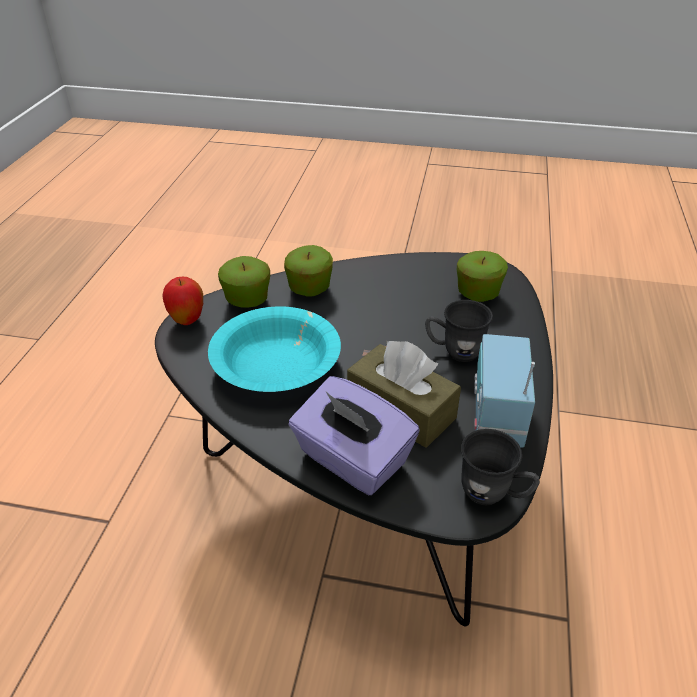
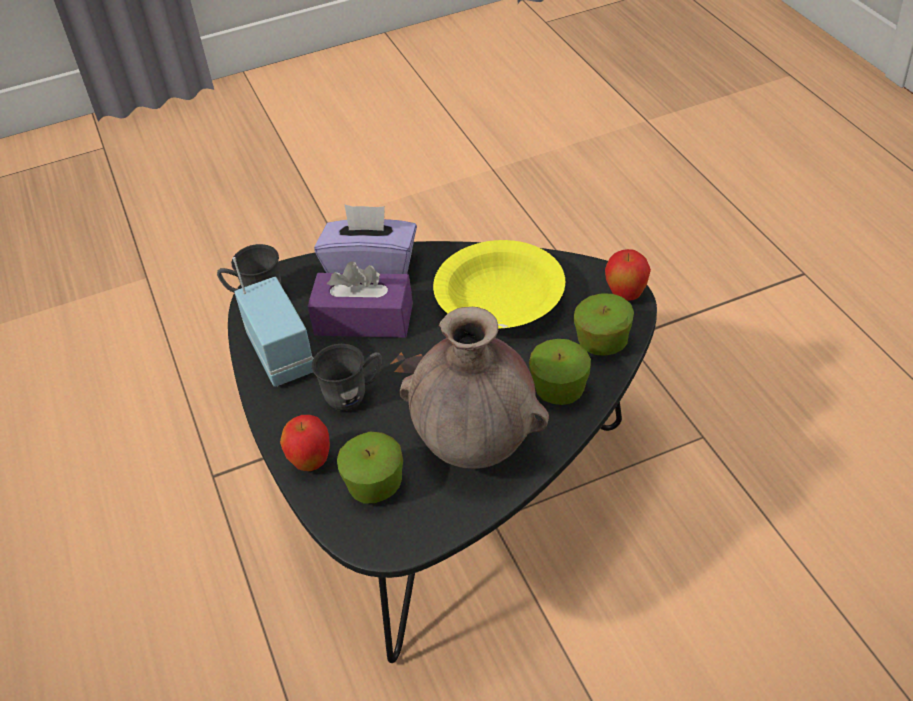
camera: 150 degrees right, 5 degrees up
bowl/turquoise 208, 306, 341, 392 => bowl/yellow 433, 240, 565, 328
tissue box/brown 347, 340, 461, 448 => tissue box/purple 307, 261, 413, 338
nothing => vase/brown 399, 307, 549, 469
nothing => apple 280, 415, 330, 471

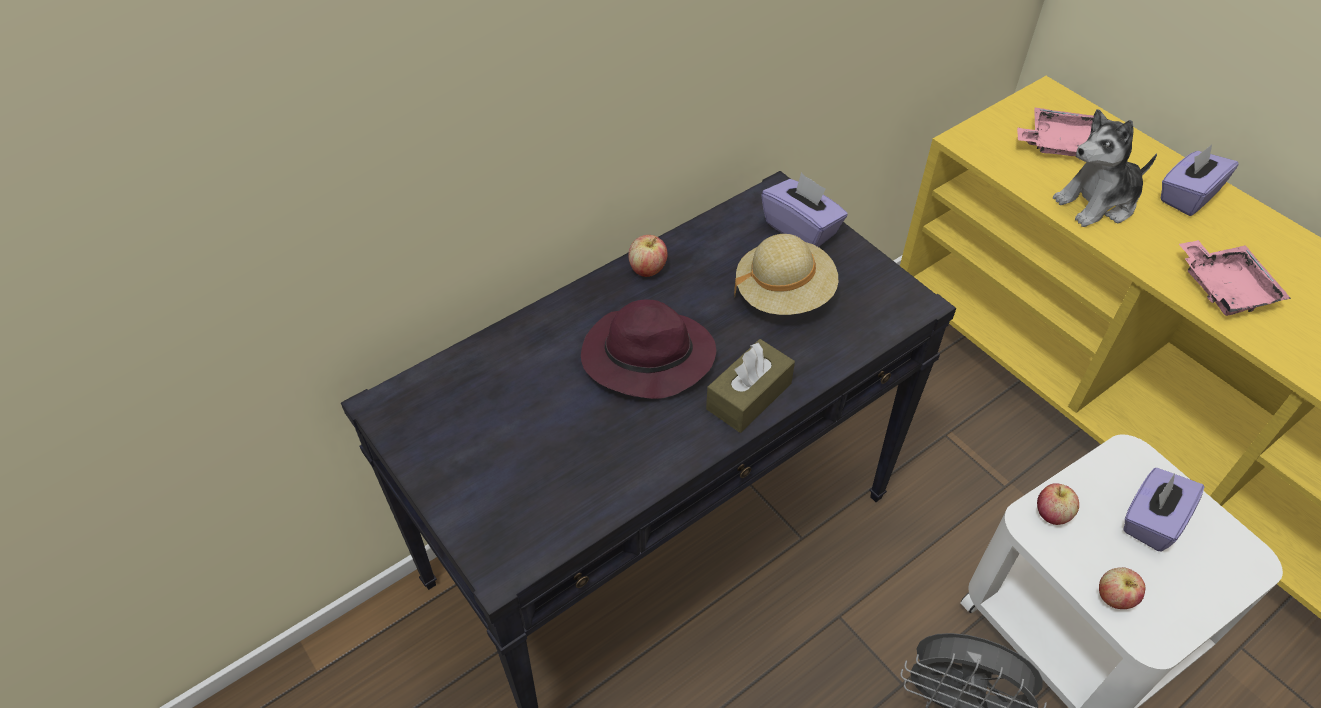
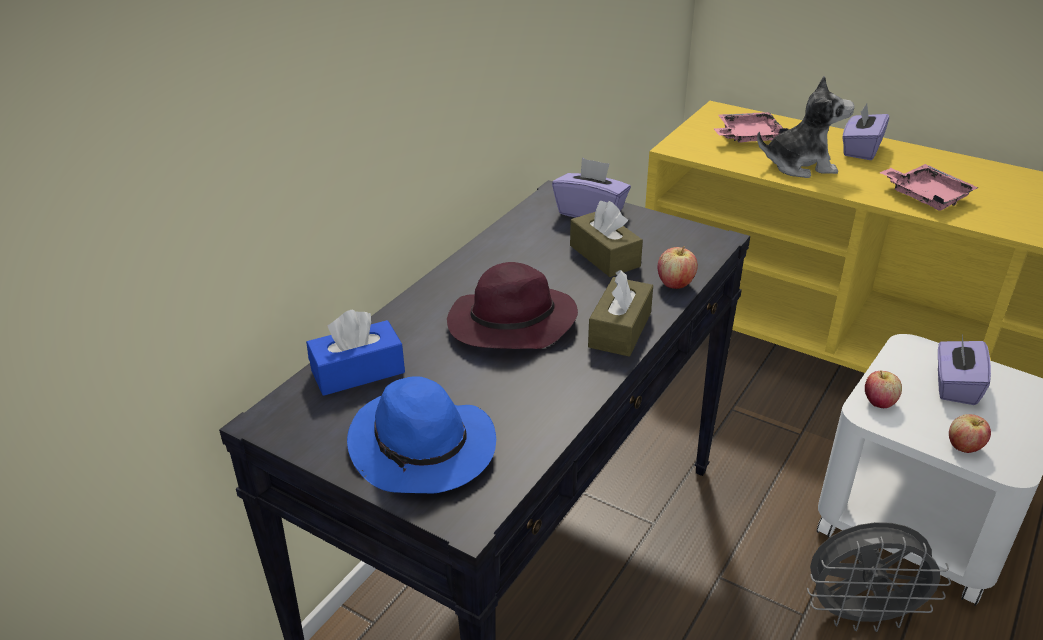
camera: 20 degrees left, 15 degrees down
plush toy 1053, 109, 1157, 227 => plush toy 757, 76, 855, 178, 135 degrees counterclockwise
hat/beige 734, 234, 838, 315 => tissue box/brown 570, 201, 643, 277
apple 629, 235, 668, 277 => apple 657, 246, 698, 289, moved
nothing => tissue box/blue 306, 310, 405, 396
nothing => hat/blue 347, 377, 496, 494

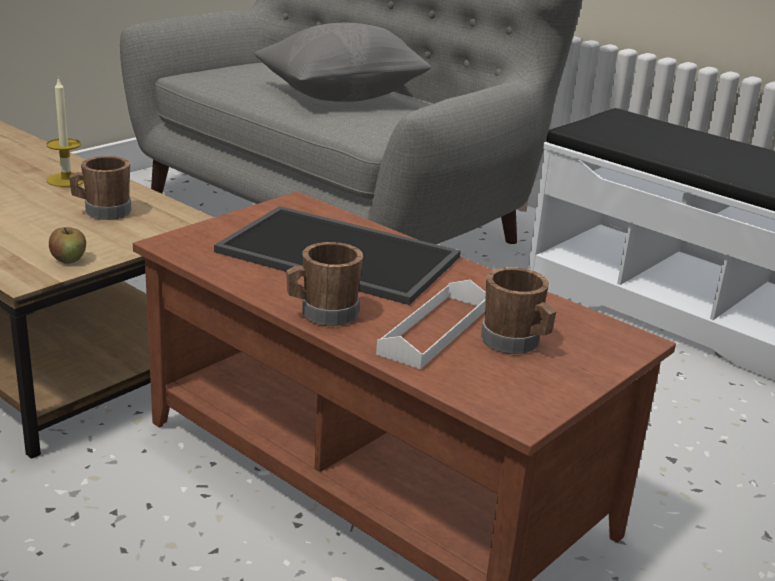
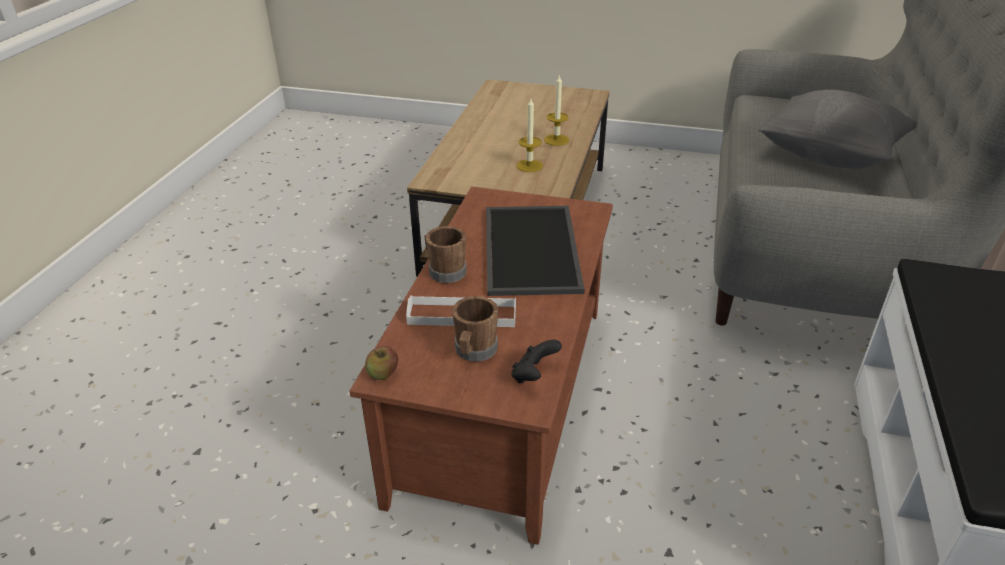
camera: 65 degrees right, 10 degrees up
mug/brown 69, 156, 131, 220 => candle 516, 99, 543, 172
apple 49, 227, 86, 264 => apple 365, 346, 398, 380, moved
nothing => game controller/black 511, 339, 562, 383

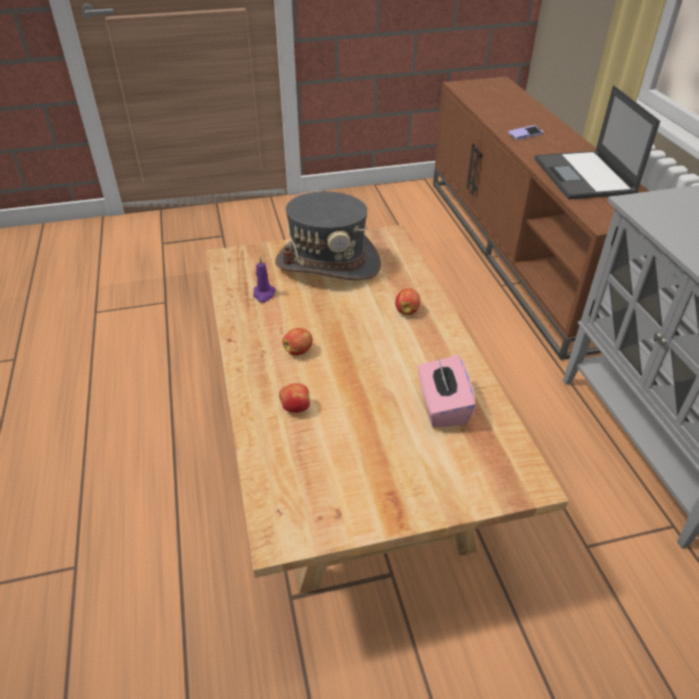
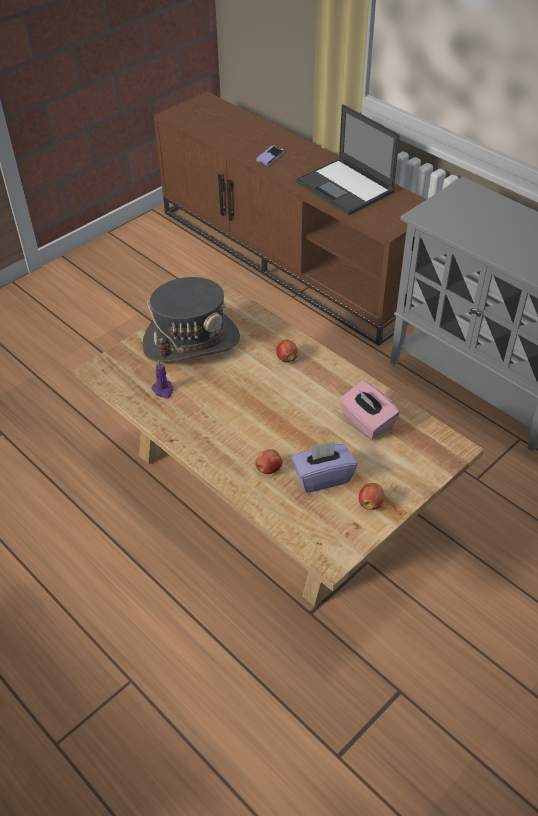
camera: 30 degrees left, 5 degrees up
apple 282, 328, 313, 355 => apple 359, 483, 384, 510, moved
nothing => tissue box/purple 291, 441, 357, 493

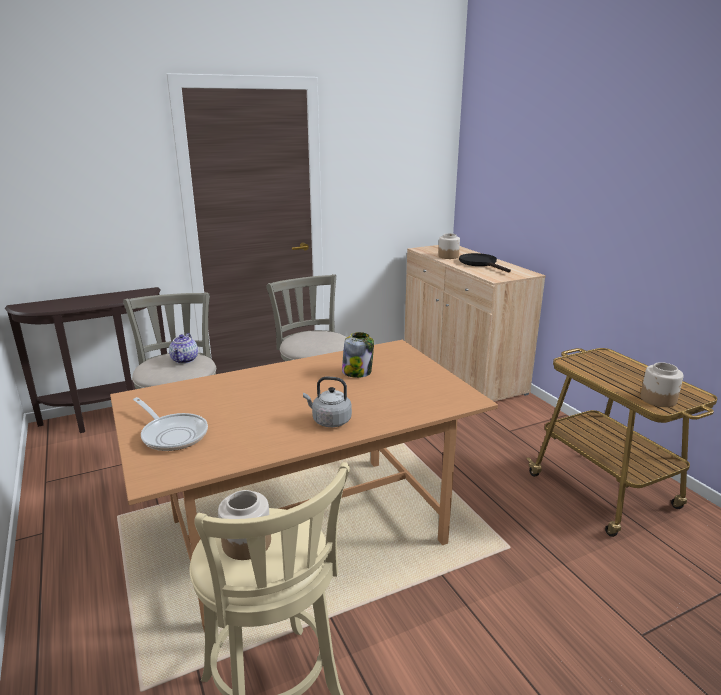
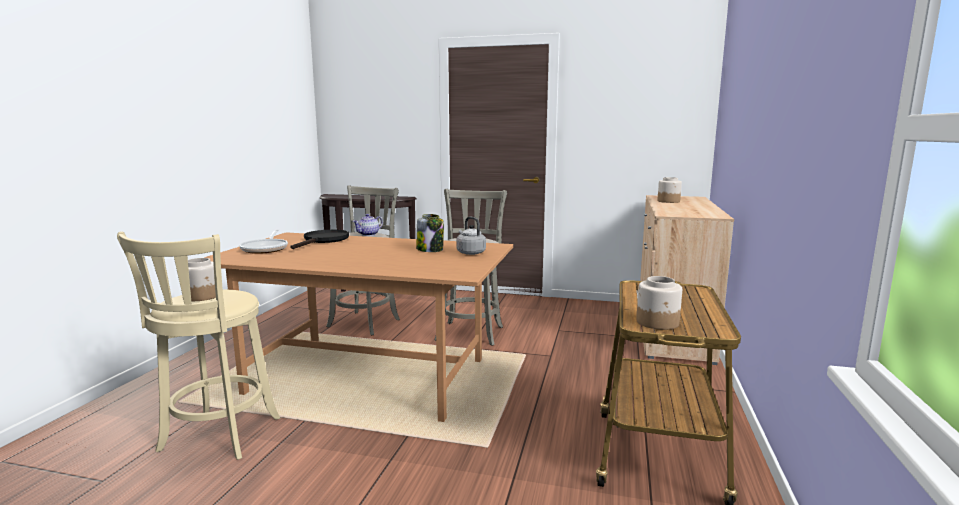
camera: 40 degrees right, 10 degrees down
frying pan/black 459, 253, 511, 273 => frying pan/black 290, 230, 349, 249, moved
kettle/grey 303, 377, 352, 427 => kettle/grey 456, 217, 486, 255, moved

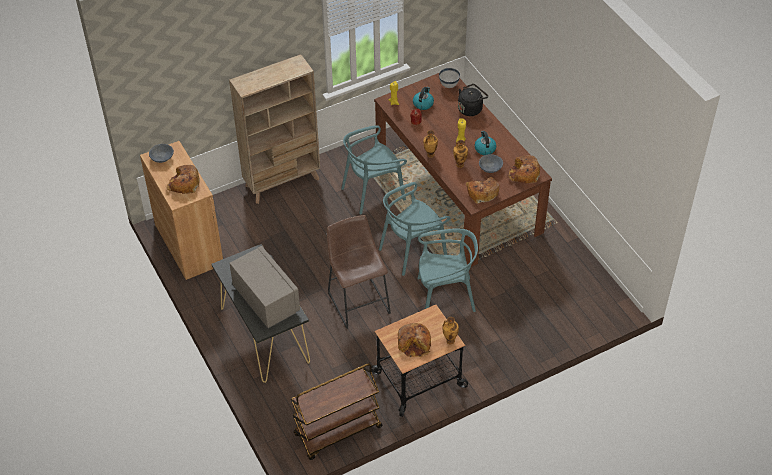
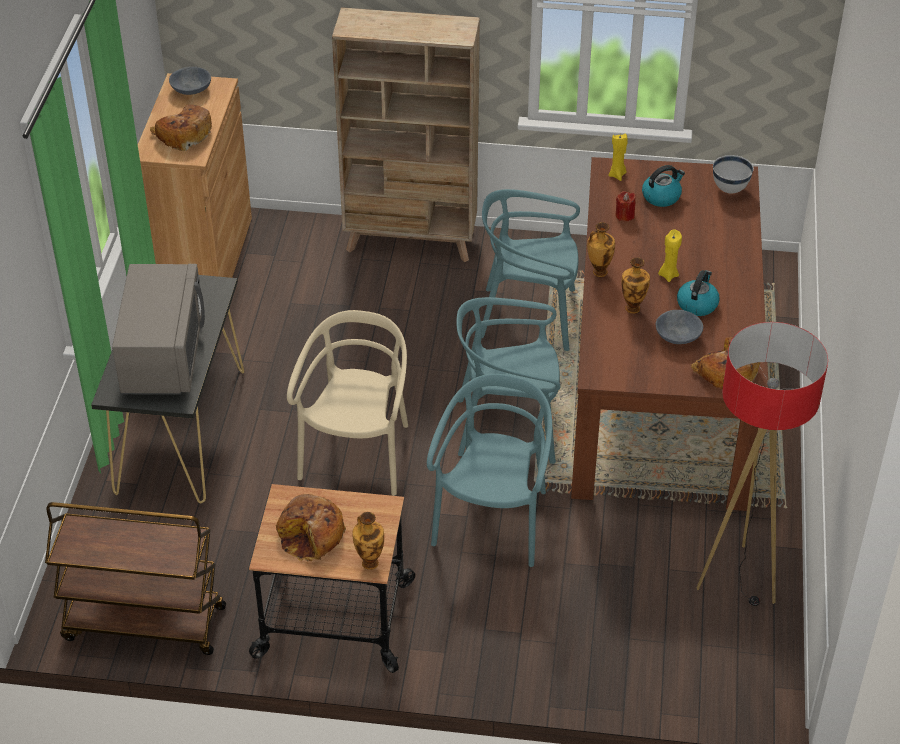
camera: 35 degrees right, 5 degrees down
kettle/black 458, 84, 488, 116 => nothing
bread 466, 177, 499, 204 => nothing
stool/brown 327, 215, 391, 329 => chair/beige 287, 310, 408, 496
chair/turquoise 417, 228, 478, 312 => chair/turquoise 427, 374, 552, 567, 105 degrees counterclockwise
nothing => floor lamp 697, 322, 828, 606

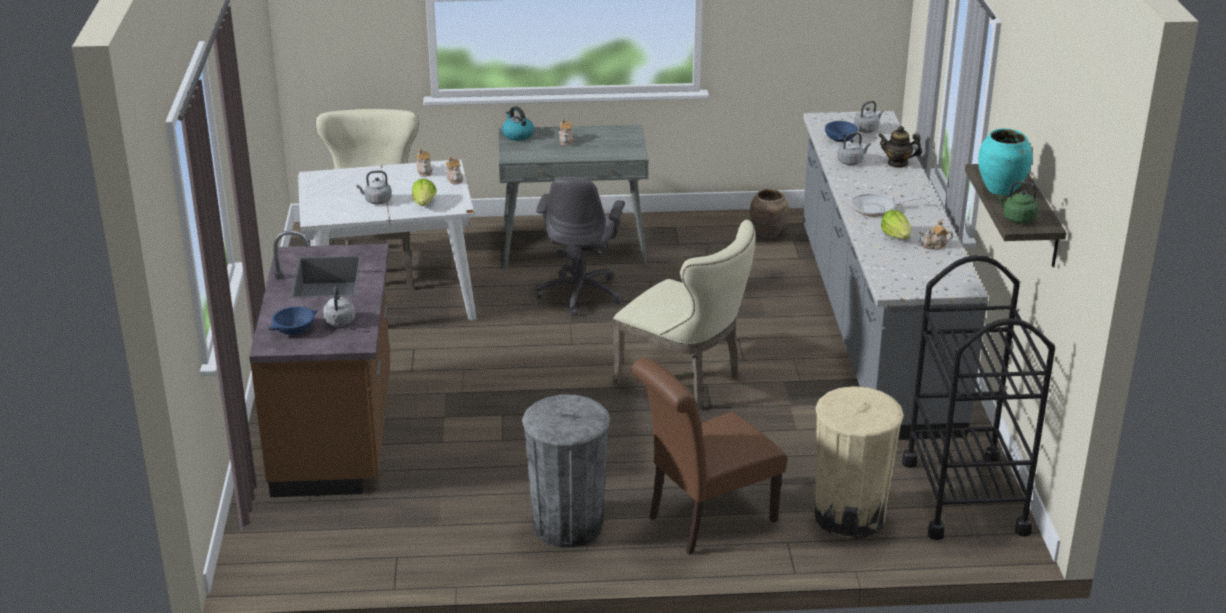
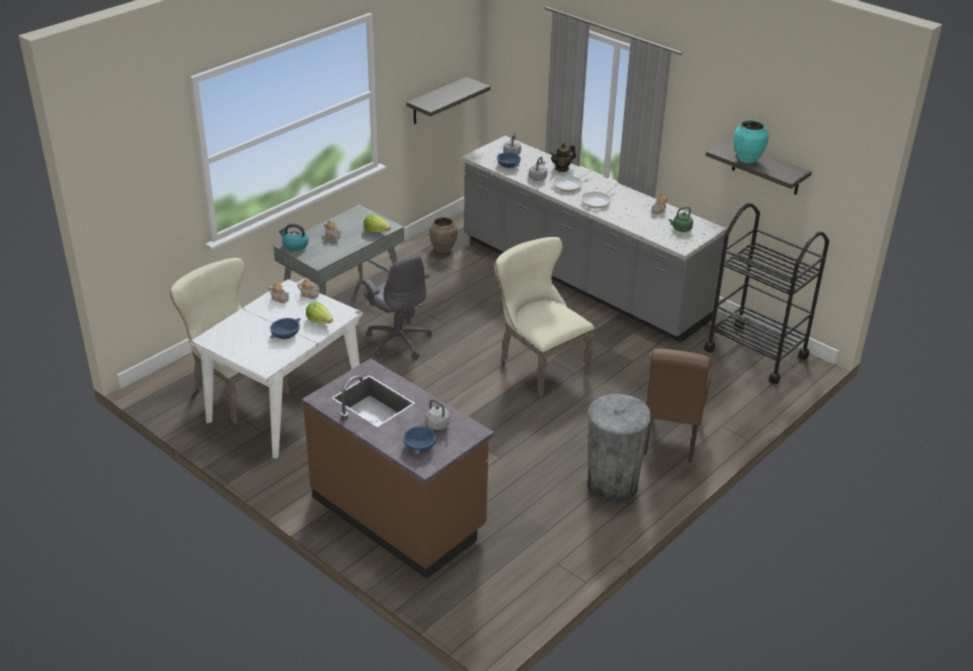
camera: 45 degrees left, 5 degrees up
kettle/grey 356, 171, 392, 204 => bowl/blue 270, 318, 300, 339
kettle/green 997, 181, 1038, 224 => kettle/green 669, 207, 693, 232, moved
lettuce 881, 210, 911, 239 => lettuce 364, 214, 391, 232, moved
chair/beige 613, 220, 756, 410 => chair/beige 495, 237, 595, 397, 120 degrees counterclockwise
trash can/beige 815, 386, 904, 539 => nothing
nothing => shelf 406, 77, 491, 124
nothing => frying pan 553, 169, 594, 192

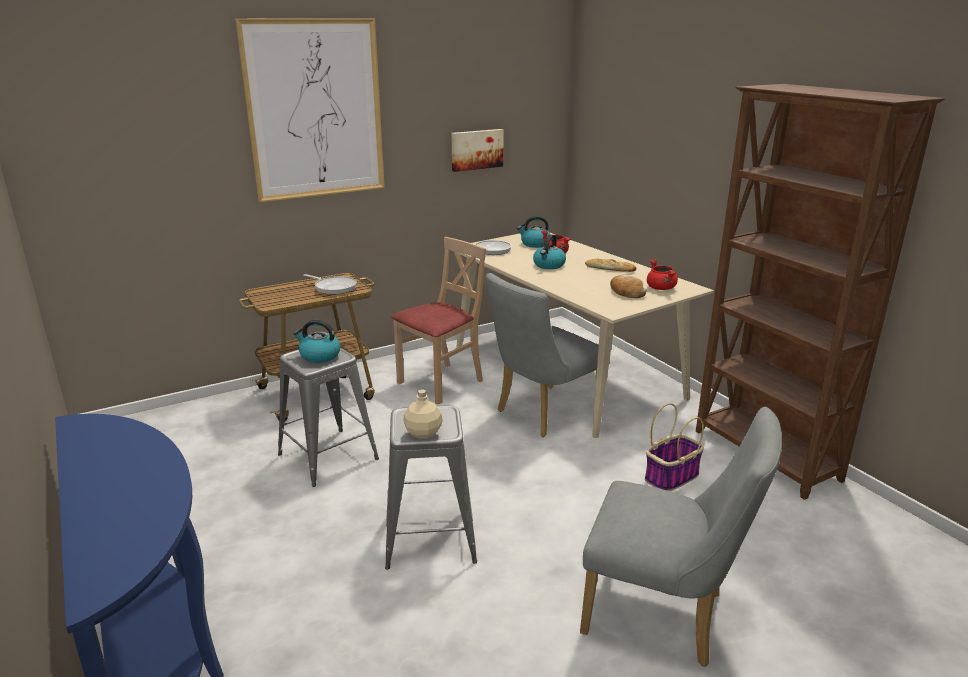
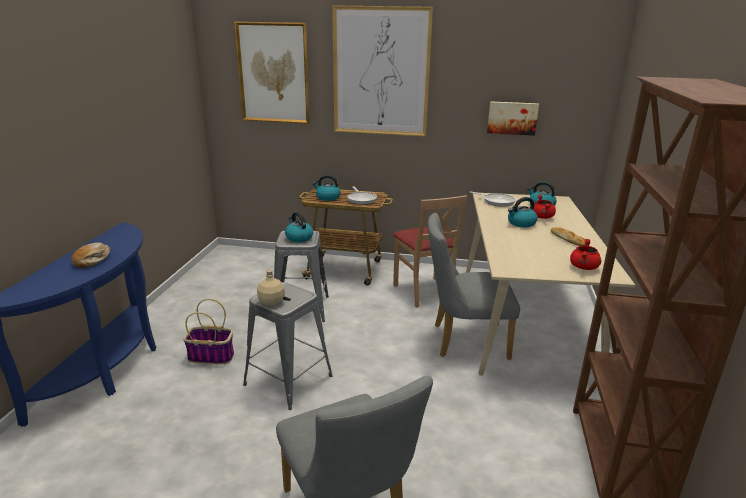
camera: 40 degrees right, 0 degrees up
chair/beige 391, 237, 486, 404 => chair/beige 393, 195, 467, 308, 75 degrees clockwise
bread 610, 275, 646, 298 => bread 71, 242, 110, 268, moved
basket 645, 403, 704, 491 => basket 183, 299, 234, 364, moved
nothing => picture 234, 22, 310, 124
nothing => kettle 313, 175, 341, 201

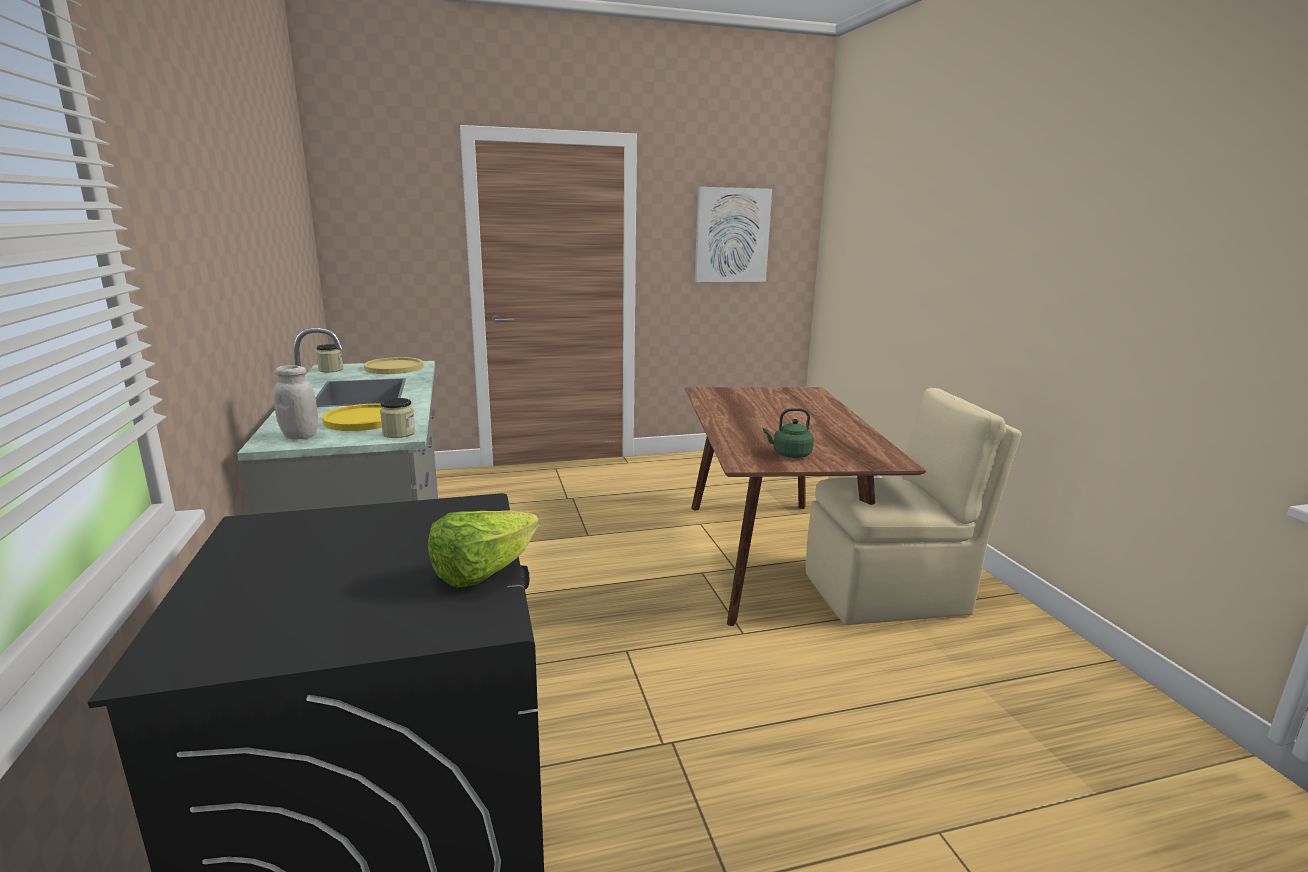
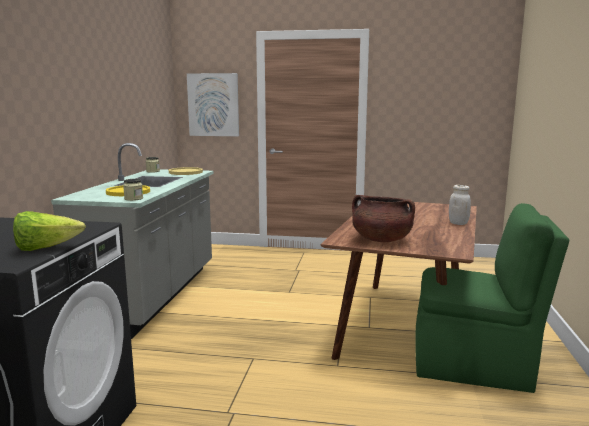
camera: 25 degrees right, 5 degrees down
picture 695, 187, 772, 282 => picture 187, 73, 239, 136, moved
jar/white 273, 365, 318, 439 => jar/white 449, 185, 471, 225, moved
chair/beige 806, 388, 1022, 625 => chair/green 415, 203, 569, 393
kettle/green 763, 408, 814, 458 => cooking pot/brown 352, 195, 415, 242

